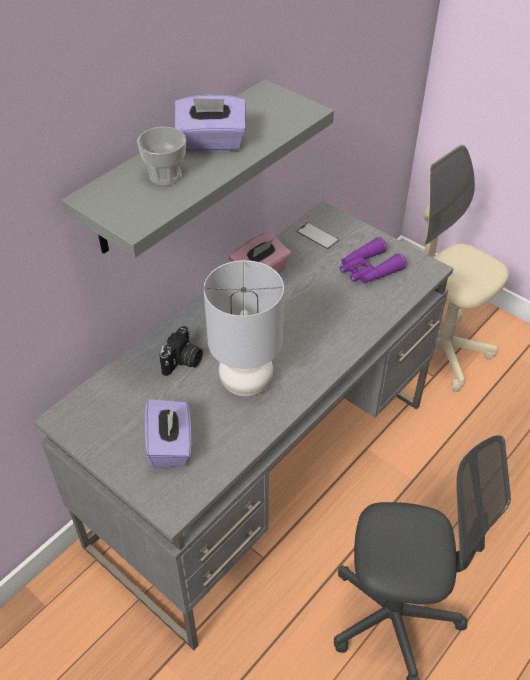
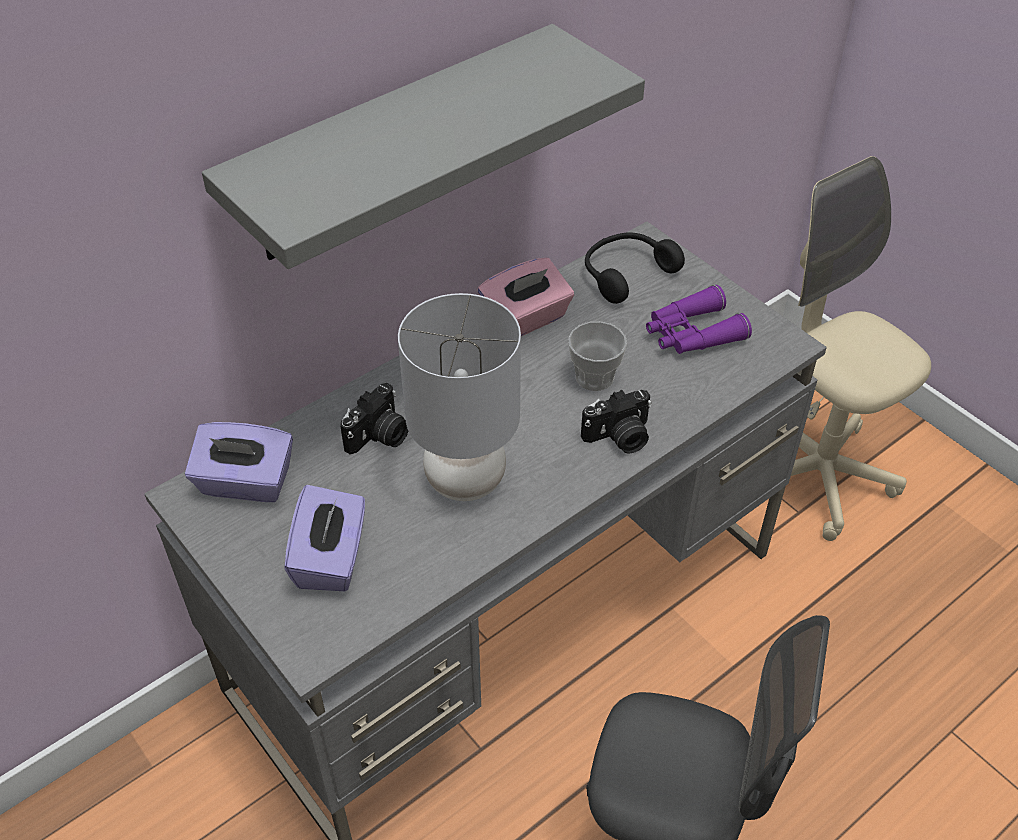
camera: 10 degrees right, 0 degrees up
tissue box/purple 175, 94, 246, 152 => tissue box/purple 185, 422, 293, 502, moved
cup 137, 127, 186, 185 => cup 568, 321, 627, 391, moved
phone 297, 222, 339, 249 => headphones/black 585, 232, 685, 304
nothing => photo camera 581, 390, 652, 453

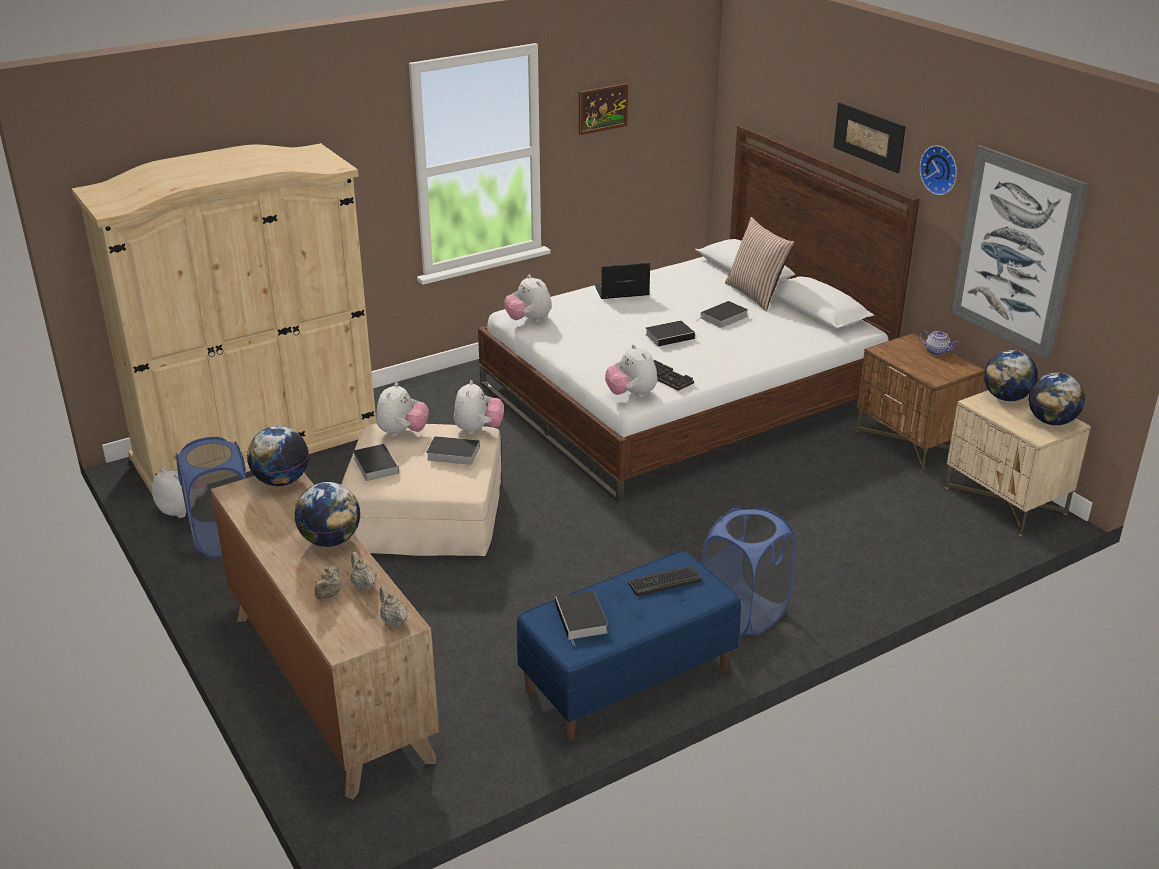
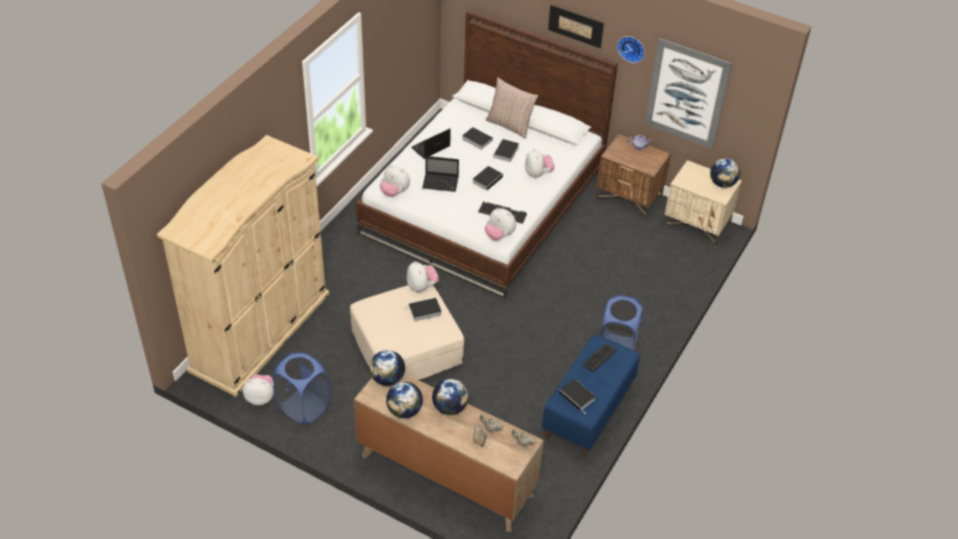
camera: 30 degrees left, 15 degrees up
picture 579, 83, 628, 135 => nothing
globe 984, 350, 1038, 401 => globe 386, 382, 423, 418, moved
plush toy 376, 382, 429, 437 => plush toy 525, 148, 554, 178, moved
book 353, 444, 399, 481 => book 462, 127, 493, 150, moved
nothing => laptop 422, 156, 459, 192

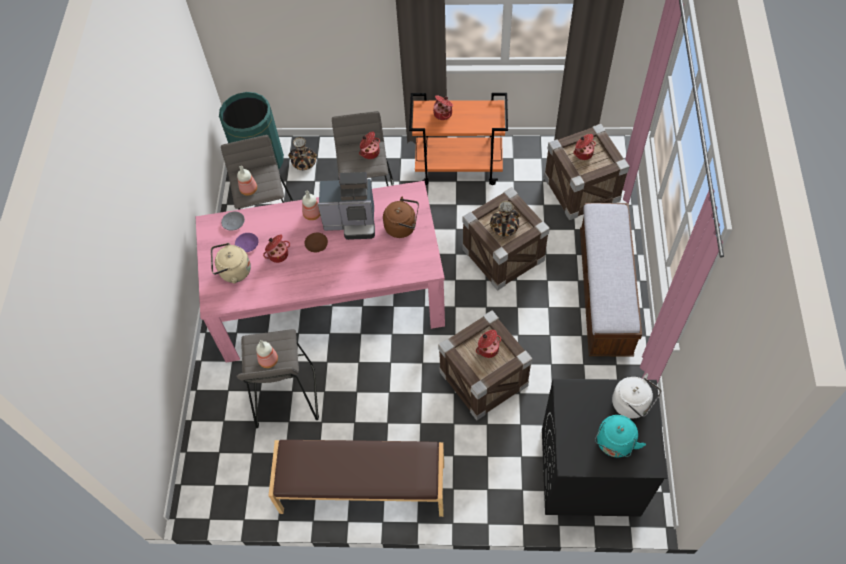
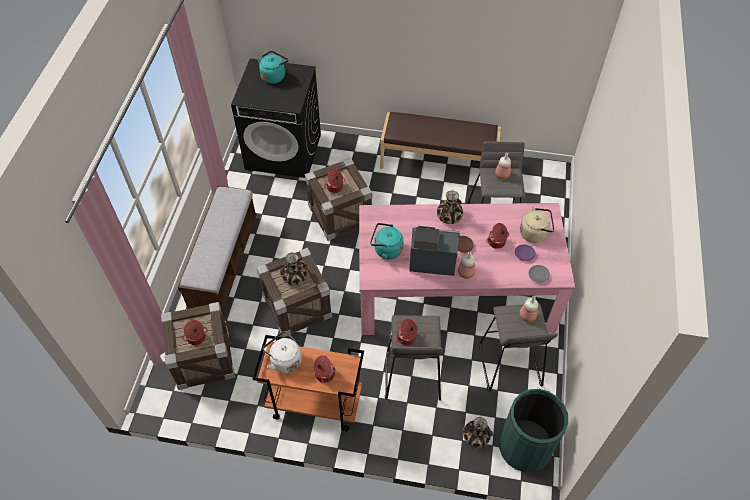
camera: 175 degrees left, 5 degrees down
kettle/brown 383, 196, 419, 238 => kettle/turquoise 370, 223, 403, 259
kettle/white 612, 373, 662, 419 => kettle/white 263, 331, 302, 373, moved
nothing => vase 437, 190, 463, 224

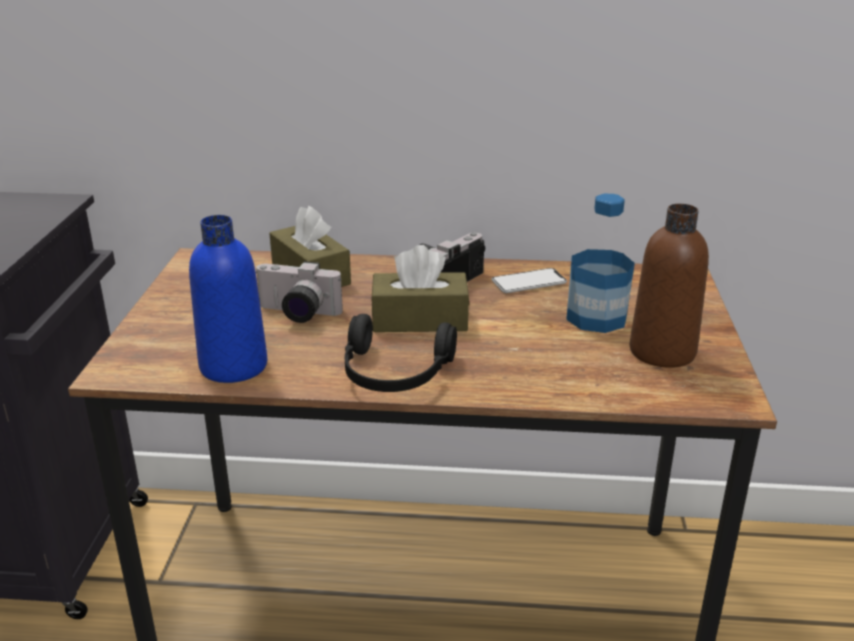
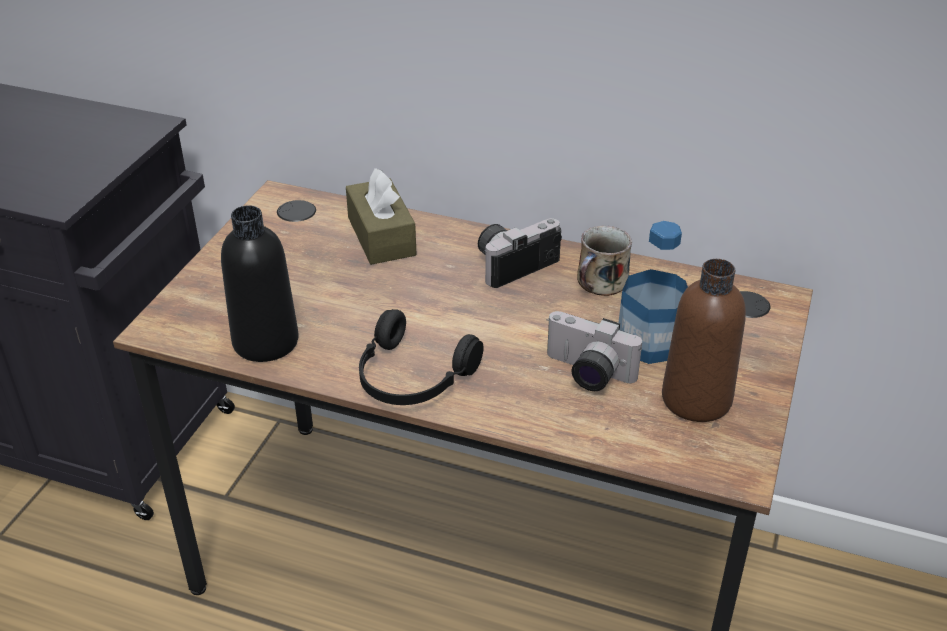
camera: 15 degrees right, 10 degrees up
bottle/blue 189, 215, 267, 383 => bottle/black 221, 205, 299, 362
tissue box/brown 371, 245, 469, 332 => nothing
photo camera 255, 261, 343, 323 => photo camera 547, 311, 642, 391, moved
phone 492, 268, 567, 293 => mug 577, 226, 632, 296

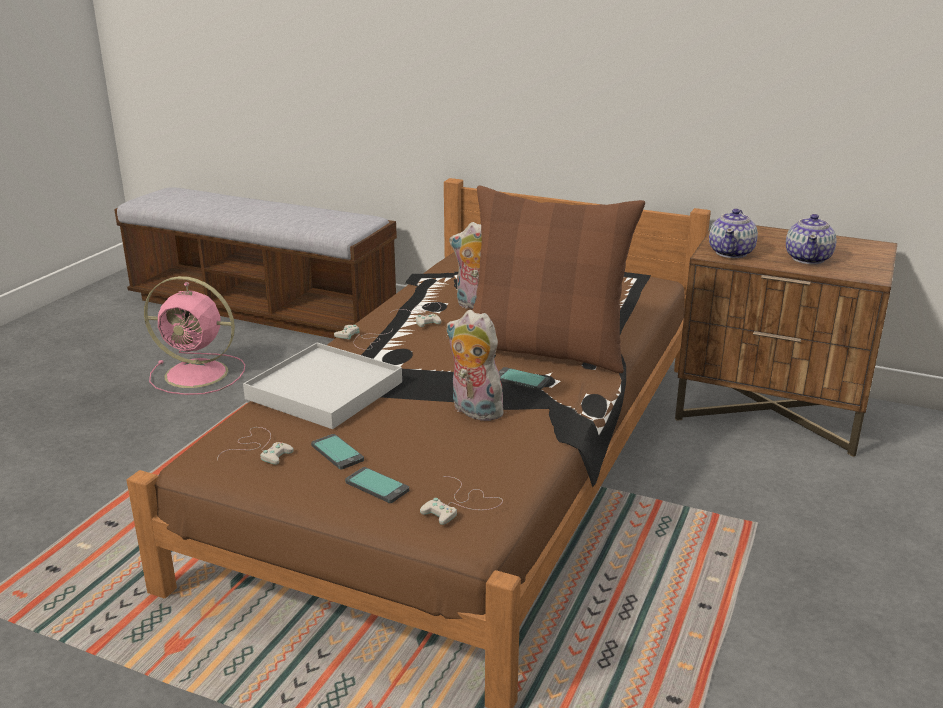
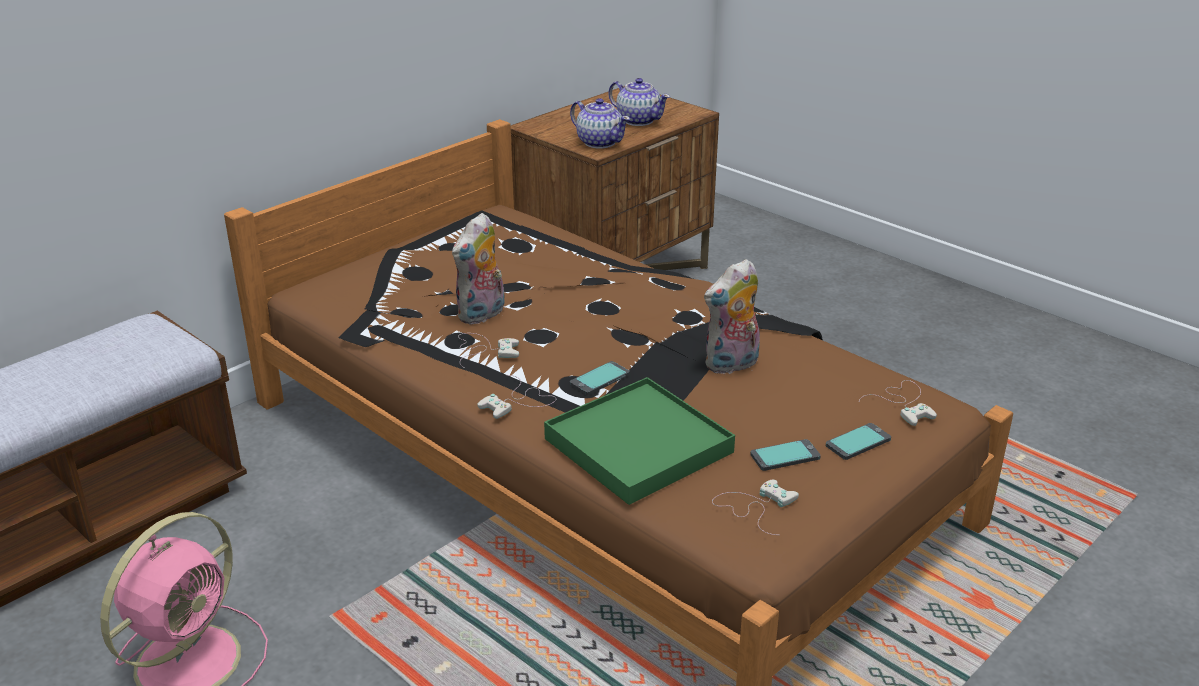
camera: 70 degrees left, 5 degrees up
pillow/brown 473, 186, 645, 373 => nothing
tray/white 243, 343, 402, 429 => tray/green 544, 377, 735, 505
phone 499, 367, 550, 391 => phone 570, 361, 630, 395, moved

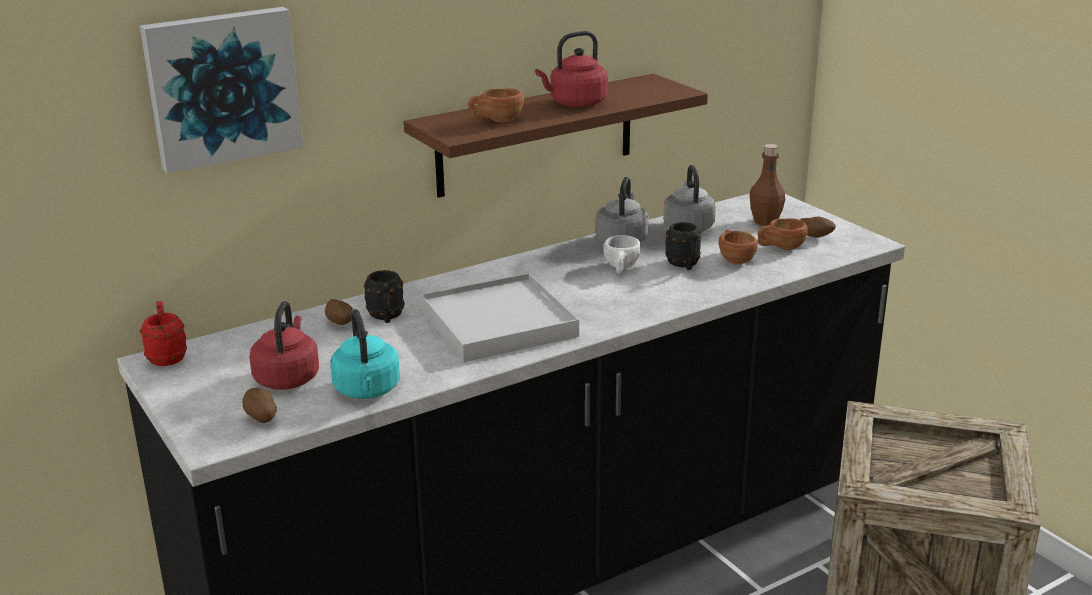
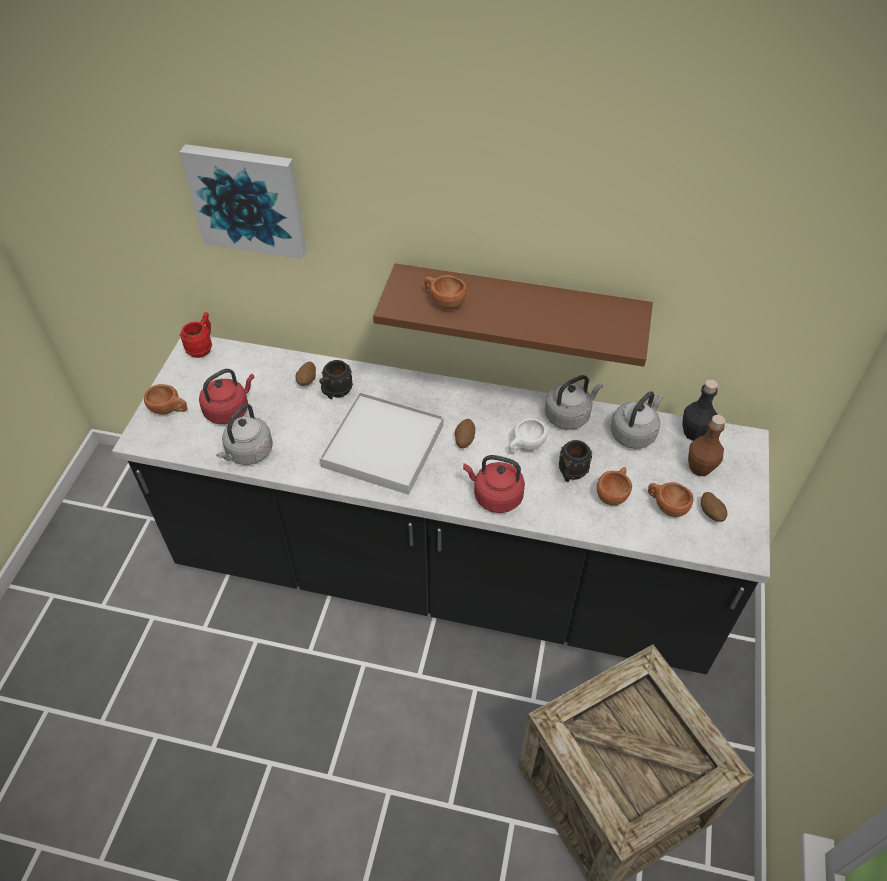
camera: 45 degrees right, 25 degrees up
kettle/red 535, 31, 608, 107 => kettle/red 463, 455, 525, 513, moved
kettle/turquoise 331, 309, 400, 399 => kettle/grey 216, 404, 273, 465
potato 242, 388, 277, 423 => potato 455, 419, 475, 448, moved
nothing => bottle/black 682, 380, 718, 441
nothing => cup/brown 144, 384, 187, 415

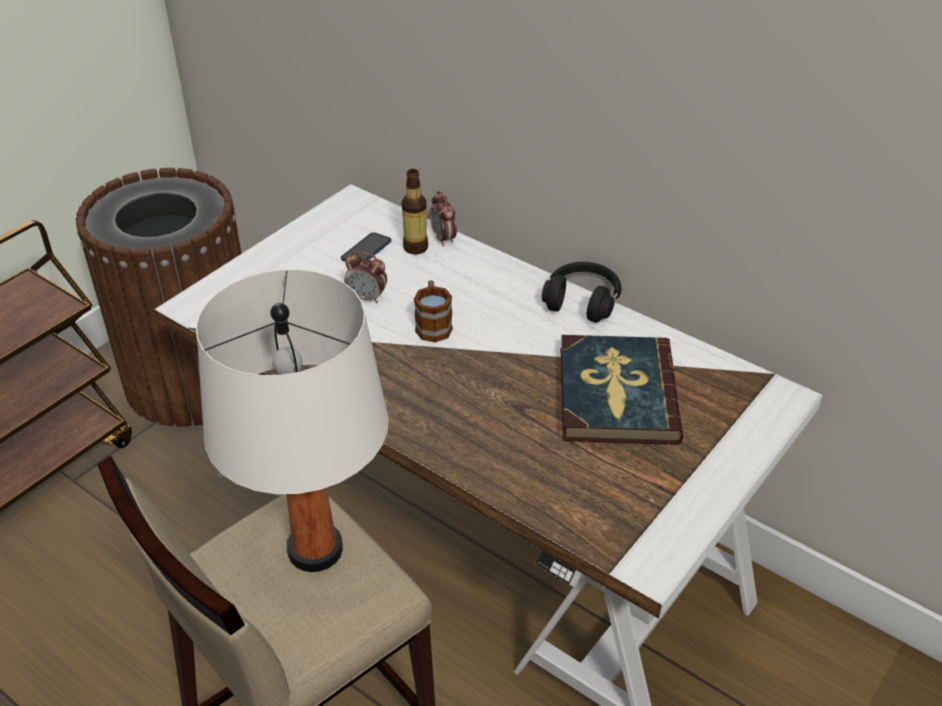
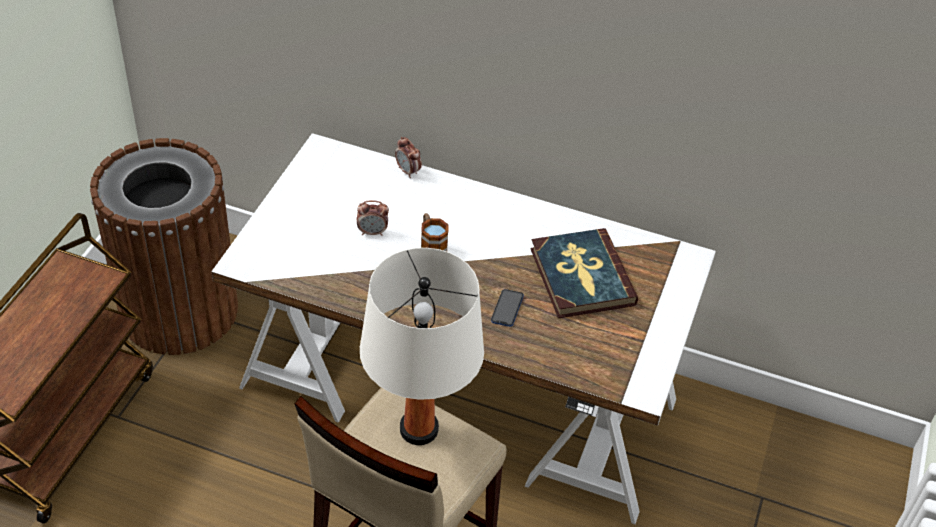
camera: 20 degrees left, 5 degrees up
bottle 401, 169, 428, 255 => nothing
phone 341, 233, 391, 262 => phone 491, 289, 524, 327, moved
headphones/black 542, 262, 622, 322 => nothing

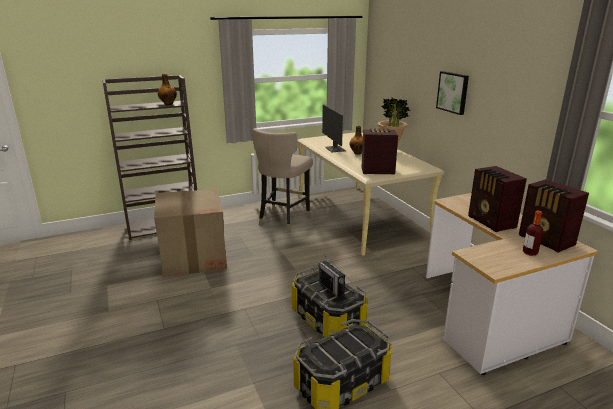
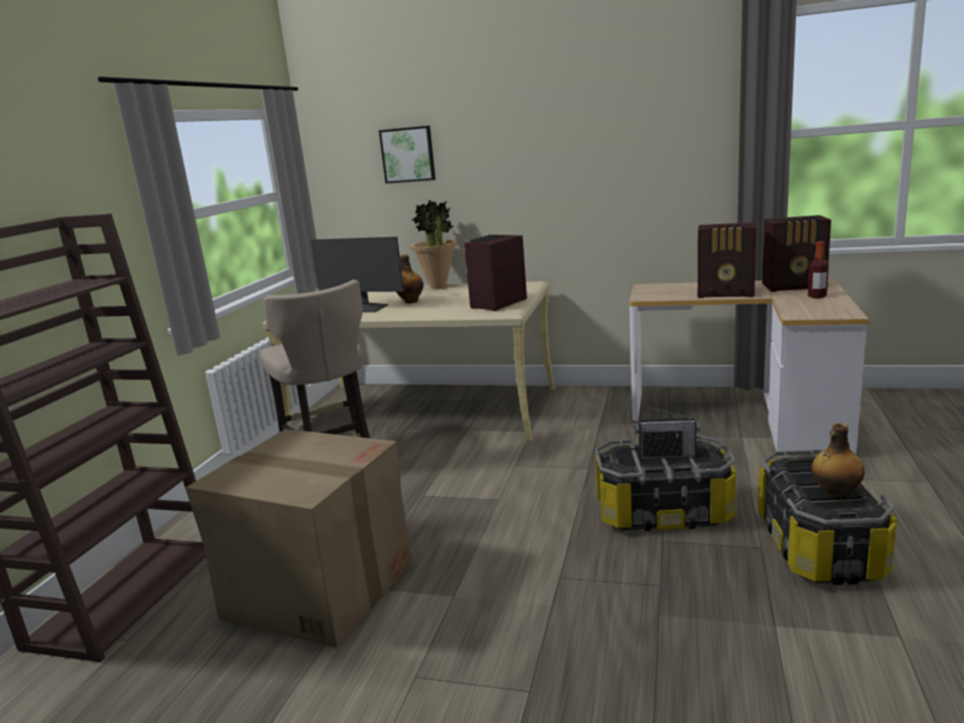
camera: 50 degrees left, 5 degrees down
picture 436, 71, 469, 115 => picture 379, 126, 436, 184, moved
bottle 158, 74, 177, 105 => bottle 811, 423, 865, 499, moved

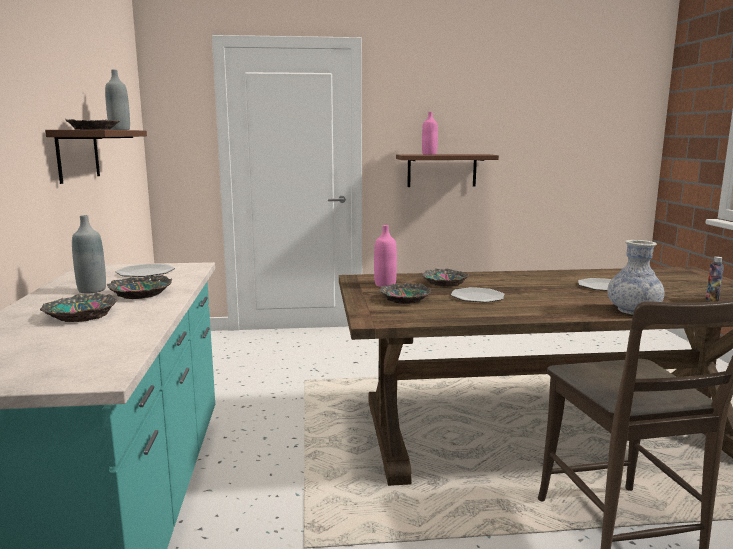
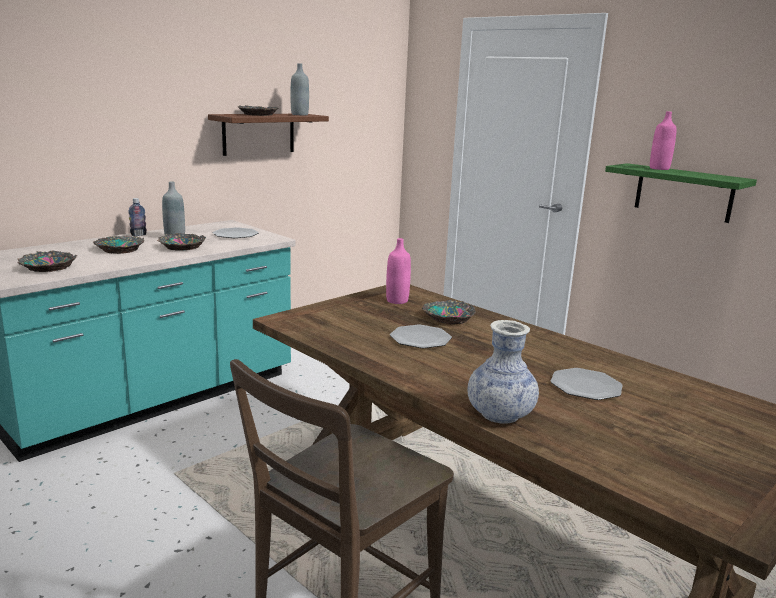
camera: 50 degrees right, 5 degrees up
shelf/brown 396, 154, 499, 187 => shelf/green 605, 163, 757, 223
bottle 706, 256, 724, 302 => bottle 128, 198, 147, 236, moved
bowl 379, 283, 431, 304 => bowl 17, 251, 77, 272, moved

